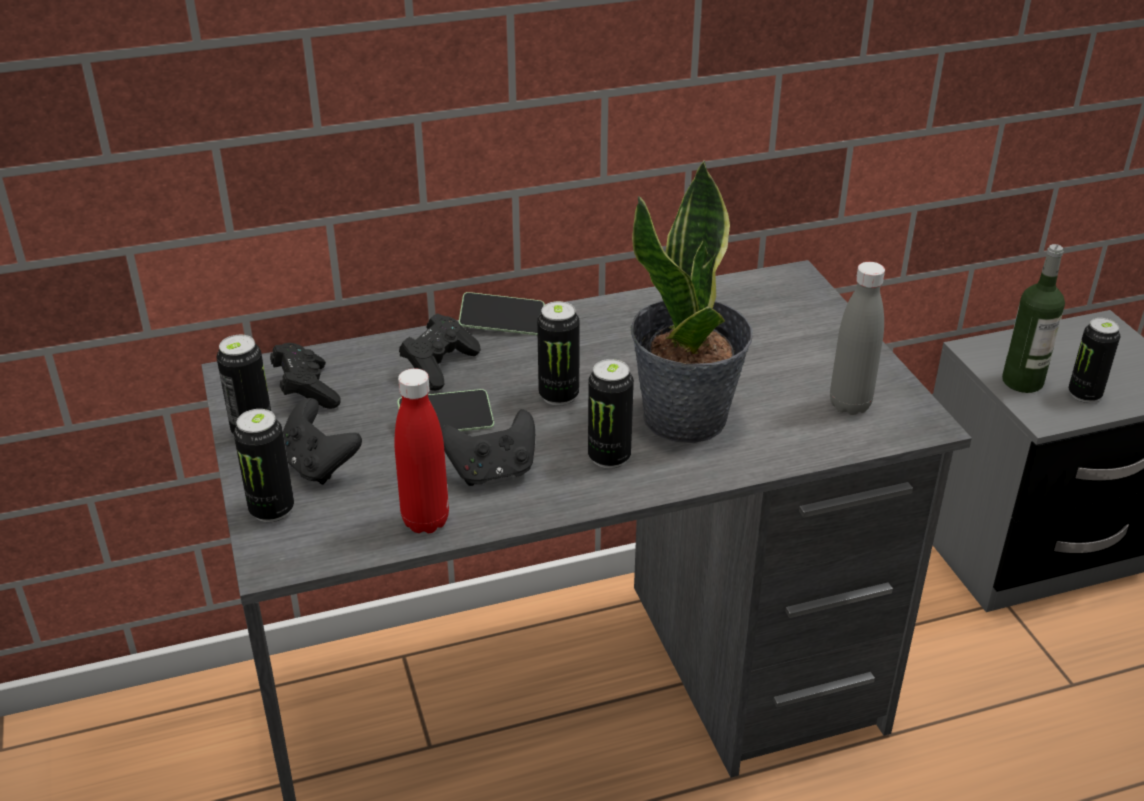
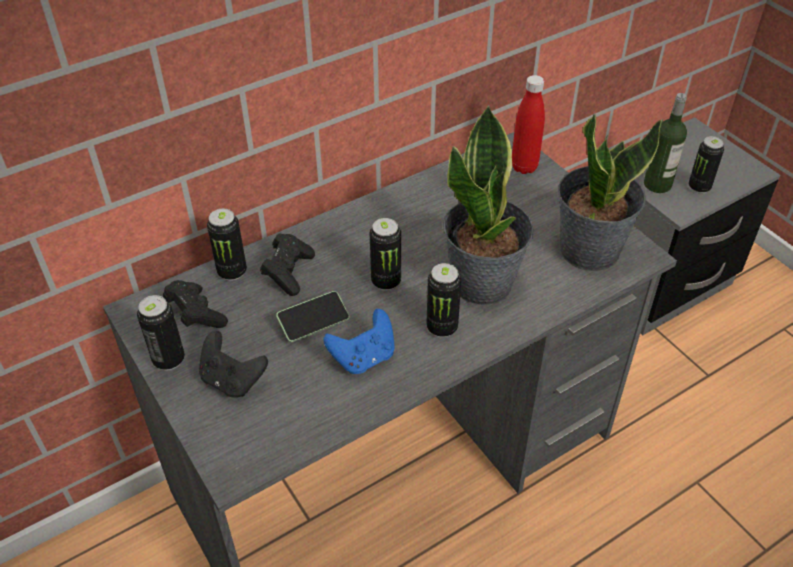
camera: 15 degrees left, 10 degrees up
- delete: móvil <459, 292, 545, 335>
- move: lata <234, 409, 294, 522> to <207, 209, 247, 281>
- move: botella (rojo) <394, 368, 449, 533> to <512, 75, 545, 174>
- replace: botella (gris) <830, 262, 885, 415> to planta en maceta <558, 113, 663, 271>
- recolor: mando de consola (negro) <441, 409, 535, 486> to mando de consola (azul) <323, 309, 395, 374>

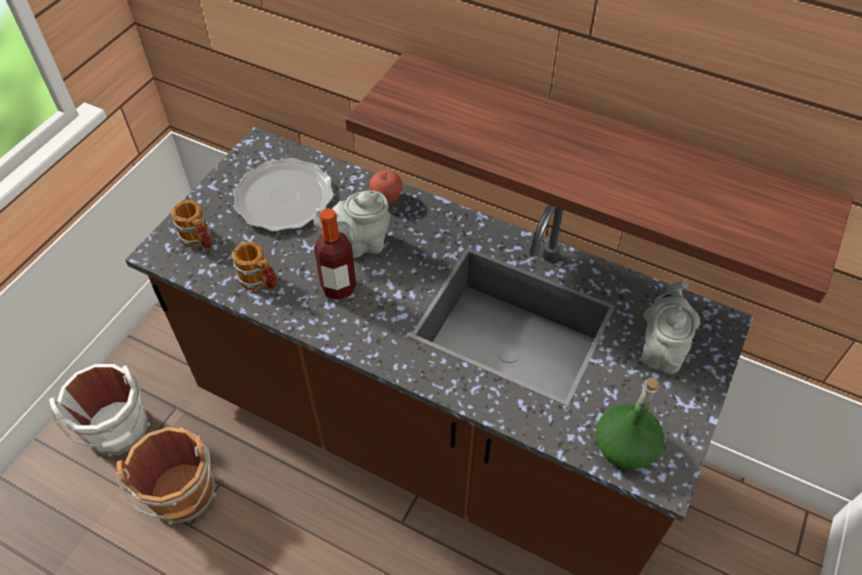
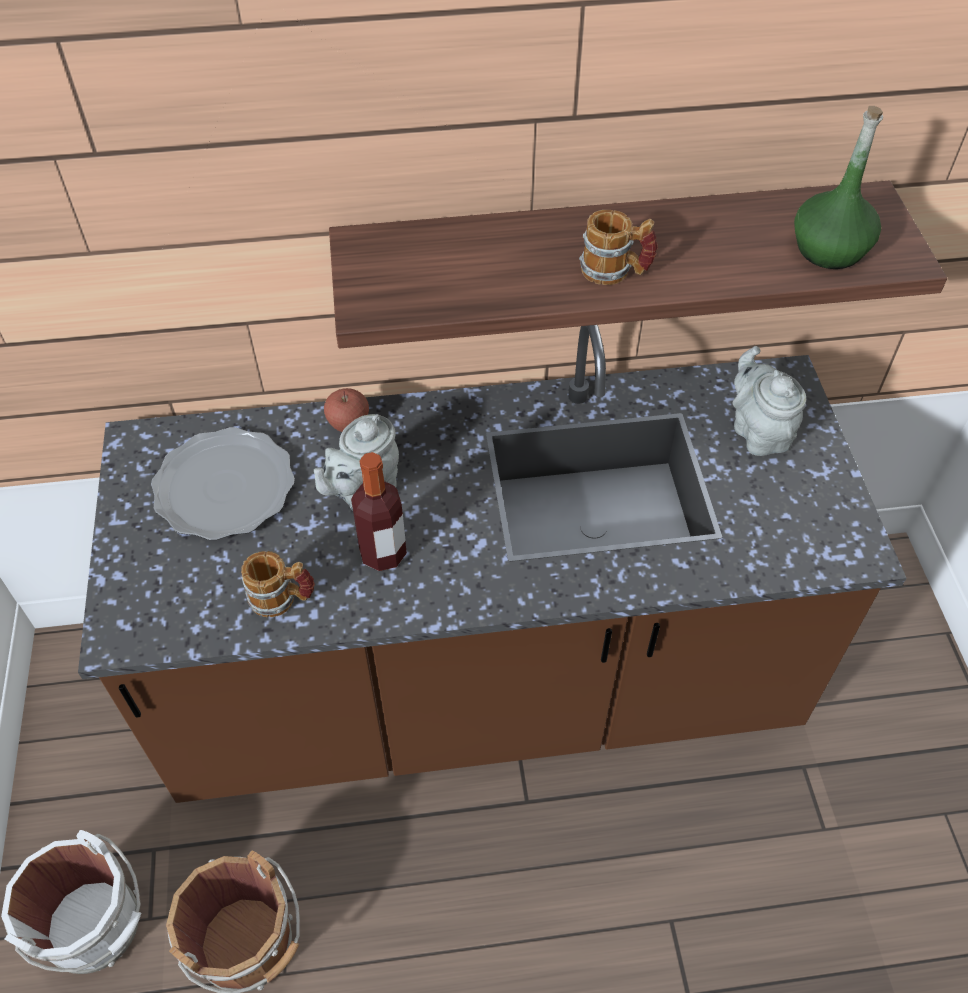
camera: 35 degrees left, 0 degrees up
- move: taza grande <171, 200, 211, 249> to <579, 210, 658, 285>
- move: botella (verde) <596, 377, 664, 469> to <794, 106, 883, 269>

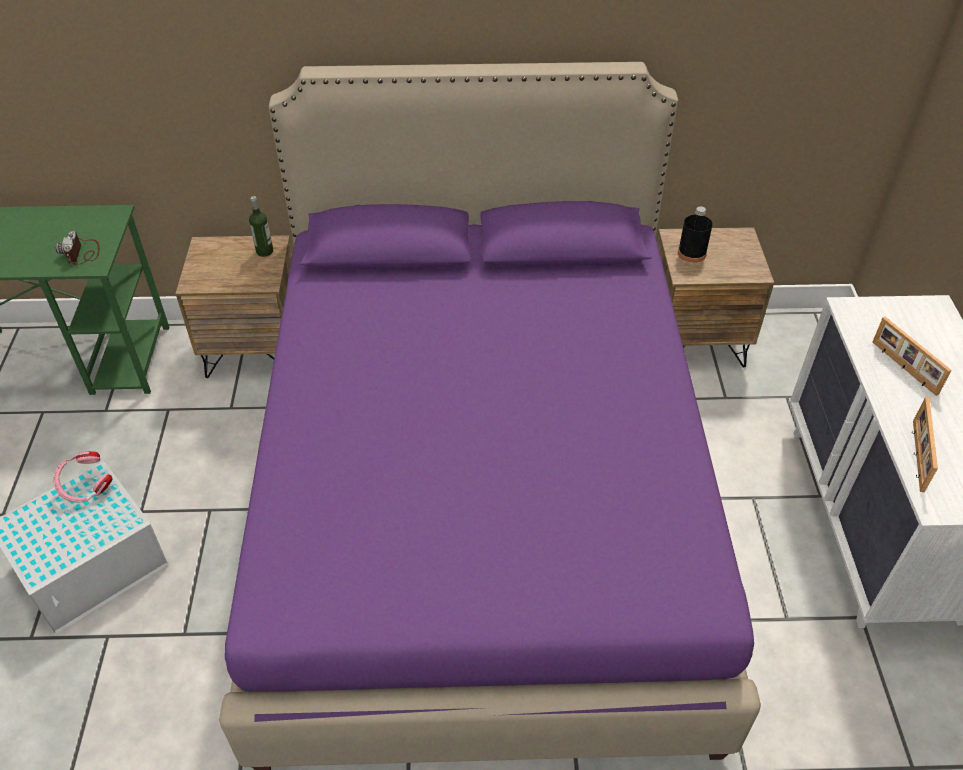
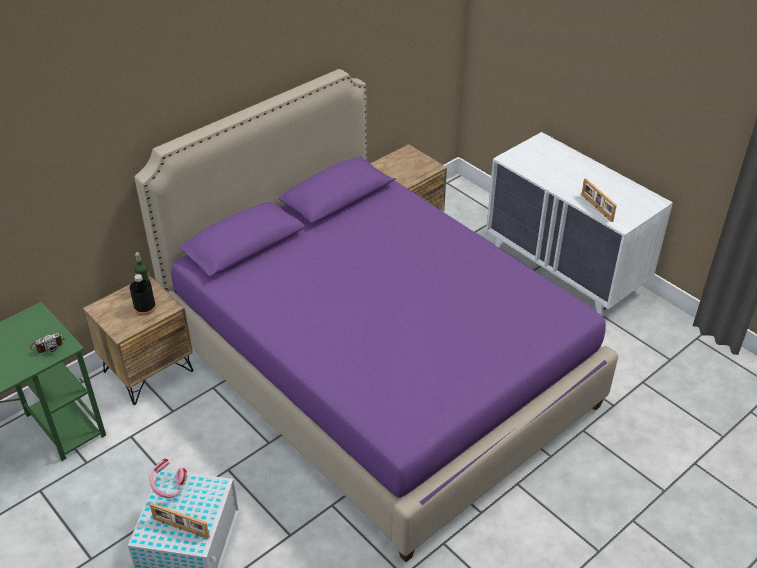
camera: 40 degrees left, 5 degrees down
- move: botella (negro) <678, 206, 713, 263> to <129, 274, 156, 316>
- move: portarretratos <872, 317, 952, 396> to <149, 503, 210, 539>
- rotate: cámara <55, 231, 100, 265> = <30, 333, 64, 353> 75 degrees counterclockwise

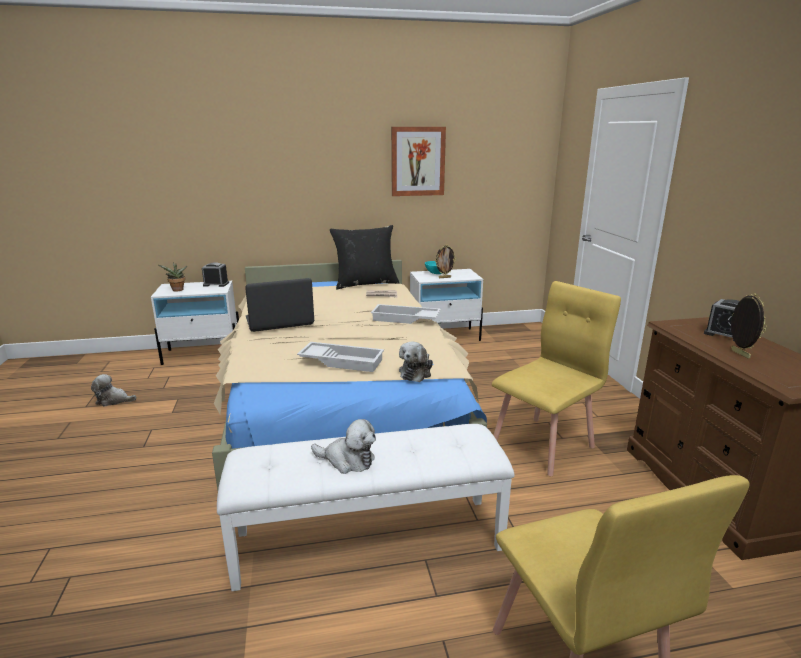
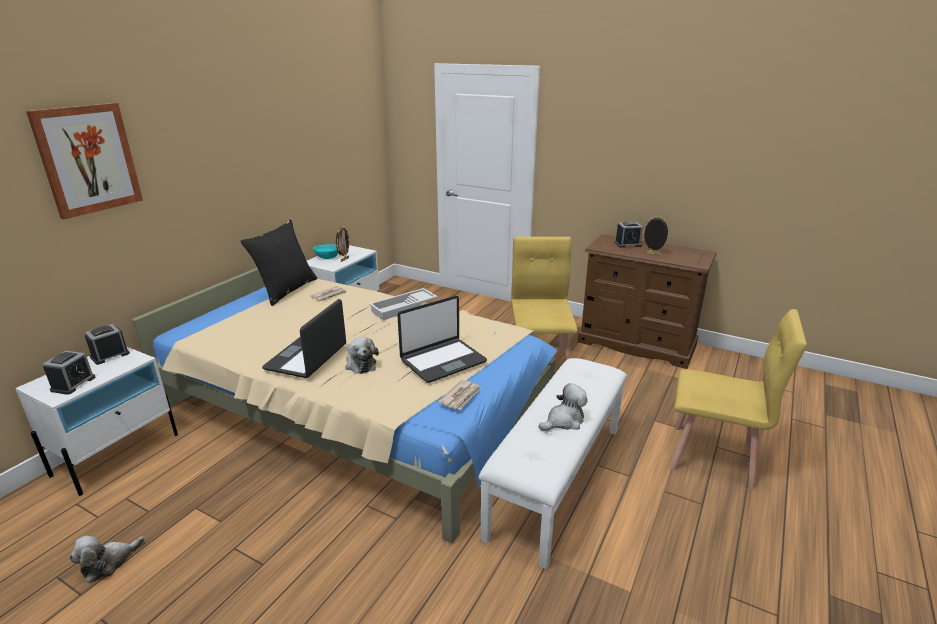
camera: 50 degrees left, 5 degrees up
- insert: periódico <438, 380, 481, 410>
- move: cuadro <391, 127, 446, 196> to <26, 103, 143, 219>
- move: peluche <399, 341, 433, 382> to <345, 337, 379, 374>
- replace: planta en maceta <159, 262, 187, 292> to despertador <42, 351, 95, 395>
- replace: bandeja (blanco) <297, 342, 384, 372> to portátil <397, 296, 487, 383>

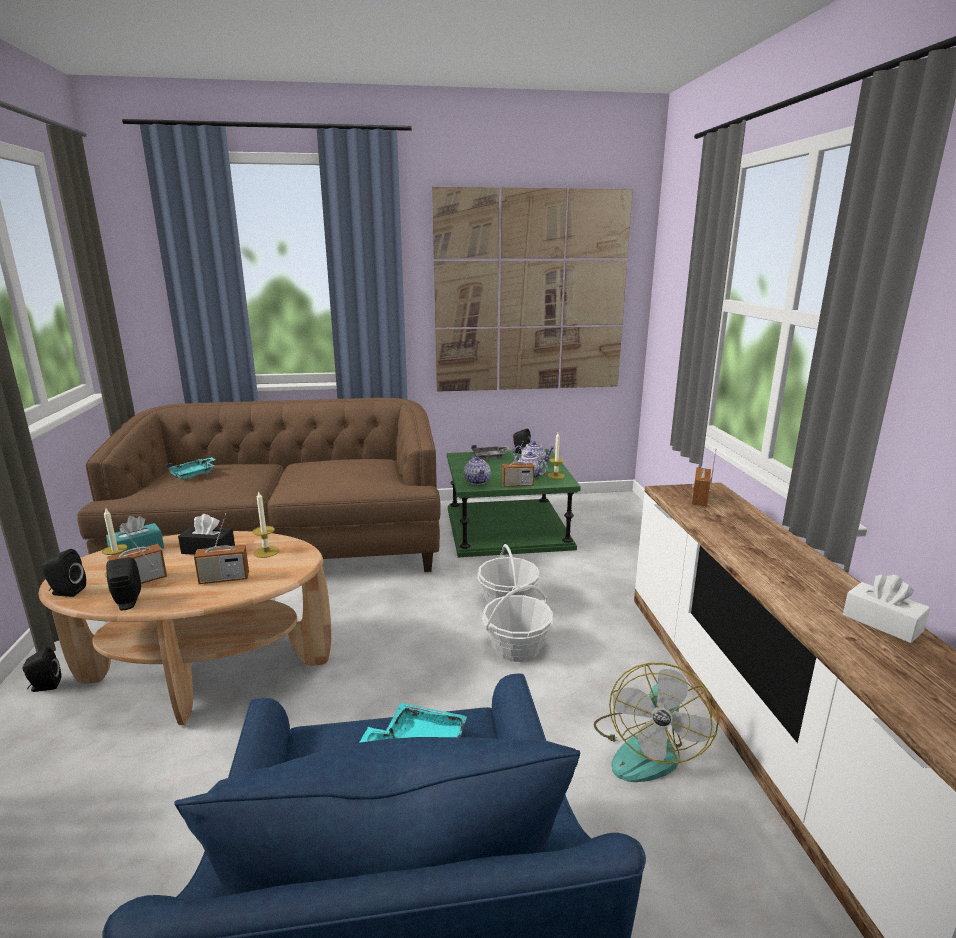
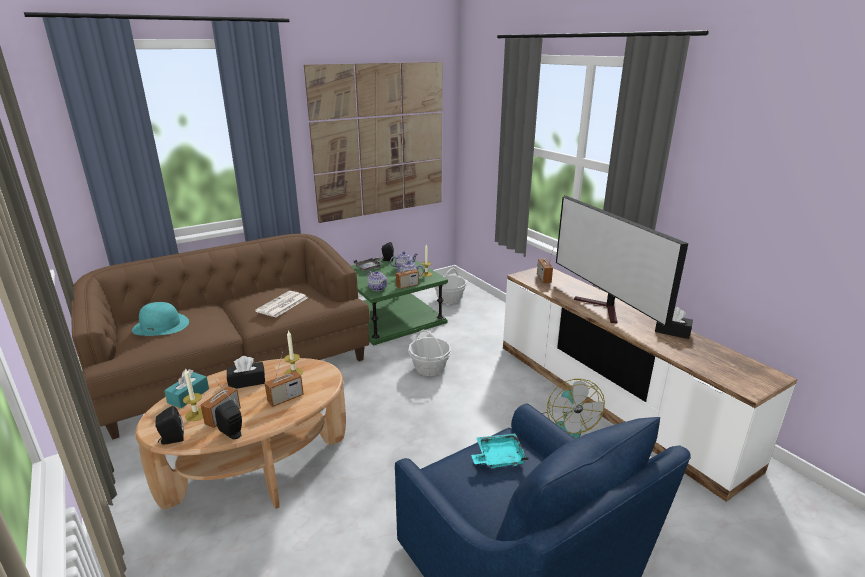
camera: 25 degrees left, 5 degrees up
- delete: altavoz (negro) <23, 647, 61, 692>
- insert: periódico <255, 291, 307, 318>
- insert: televisor <556, 195, 688, 328>
- move: cesta <482, 585, 553, 662> to <434, 268, 467, 304>
- replace: bandeja (turquesa) <166, 457, 216, 479> to sombrero (turquesa) <132, 302, 189, 336>
- recolor: caja de pañuelos (blanco) <843, 575, 930, 643> to caja de pañuelos (negro) <655, 307, 693, 339>

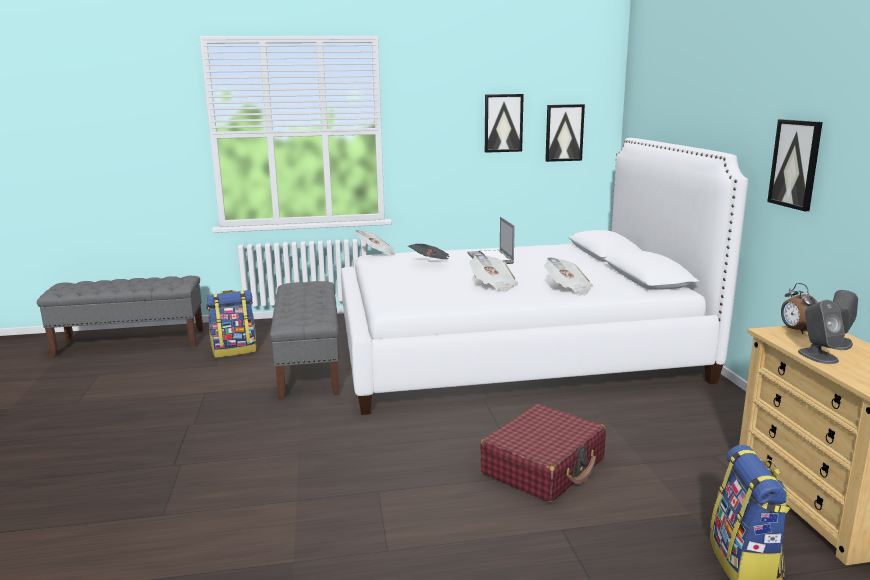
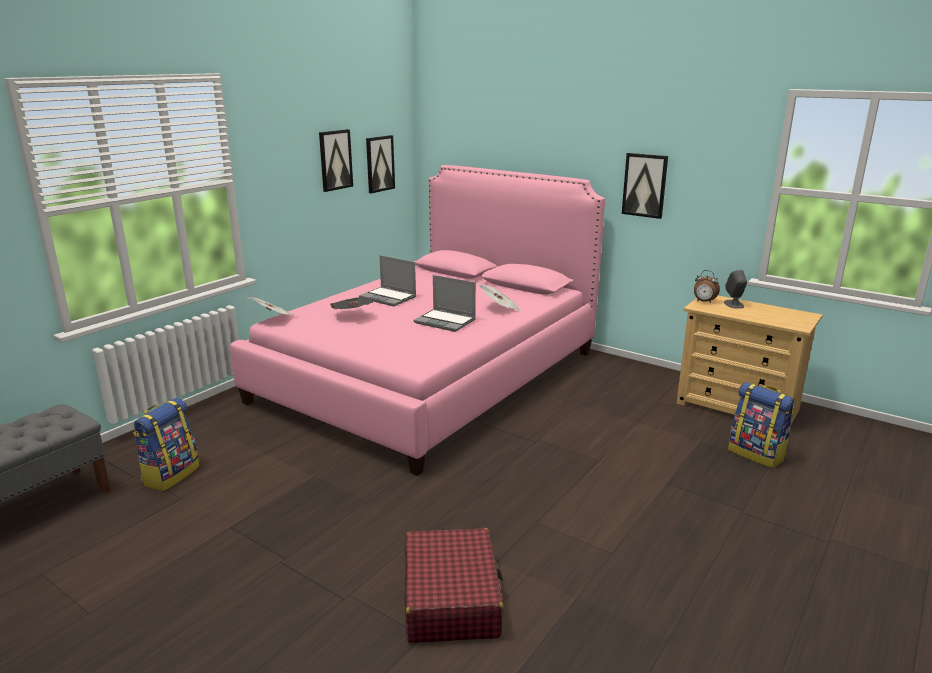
camera: 45 degrees left, 5 degrees up
- delete: banco (gris) <270, 281, 339, 400>
- delete: altavoz (gris) <798, 300, 845, 364>
- move: maleta (rojo) <480, 404, 606, 503> to <404, 528, 504, 643>
- replace: periódico <469, 254, 518, 292> to portátil <413, 275, 476, 332>
- recolor: cama (blanco) <341, 138, 748, 415> to cama (rosa) <230, 165, 605, 476>

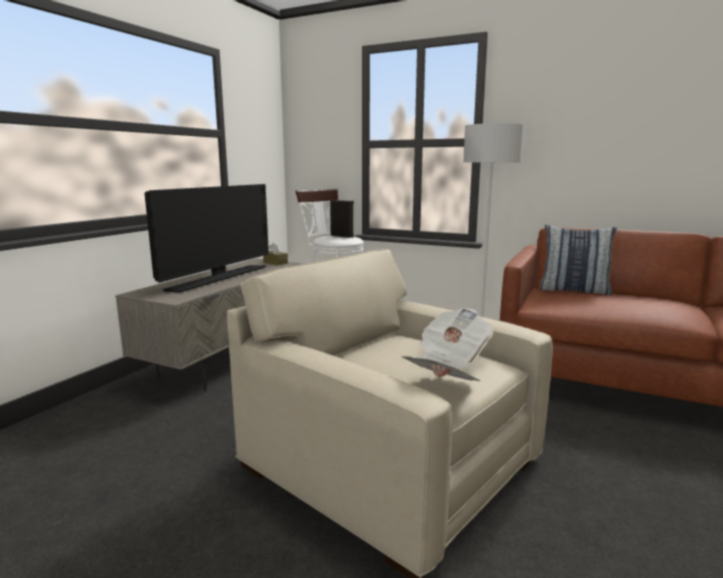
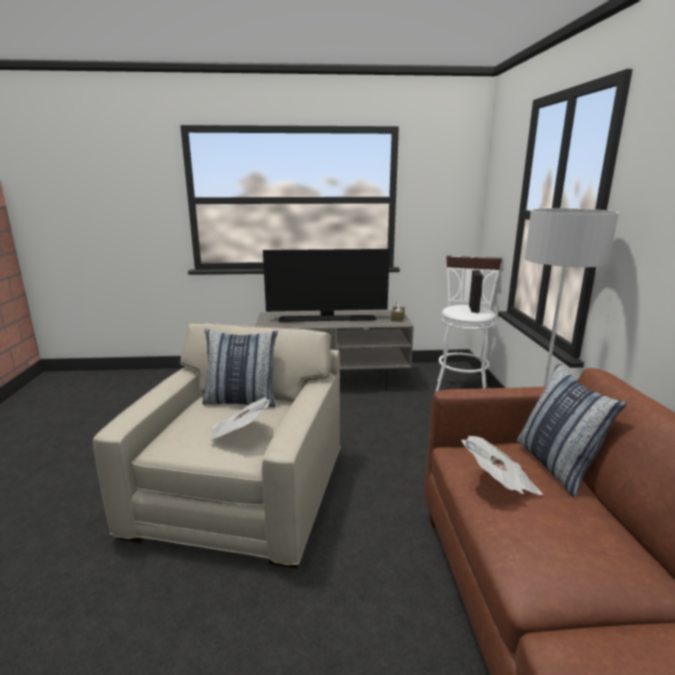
camera: 60 degrees right, 5 degrees up
- insert: cojín <202, 329, 278, 407>
- move: periódico <400, 356, 480, 381> to <461, 436, 543, 495>

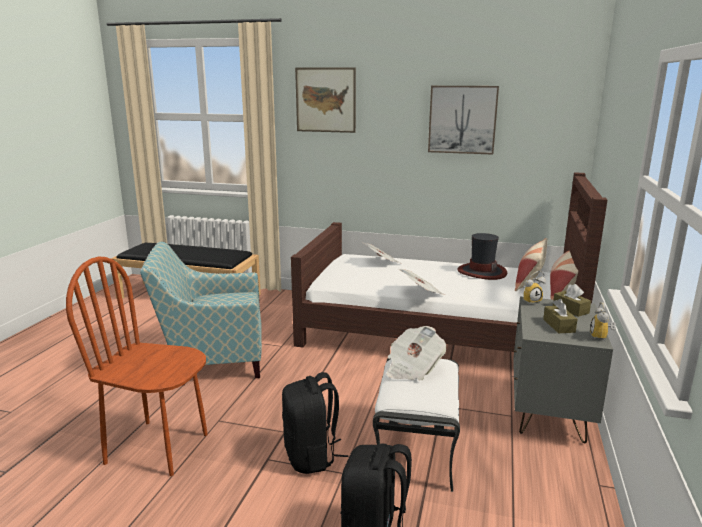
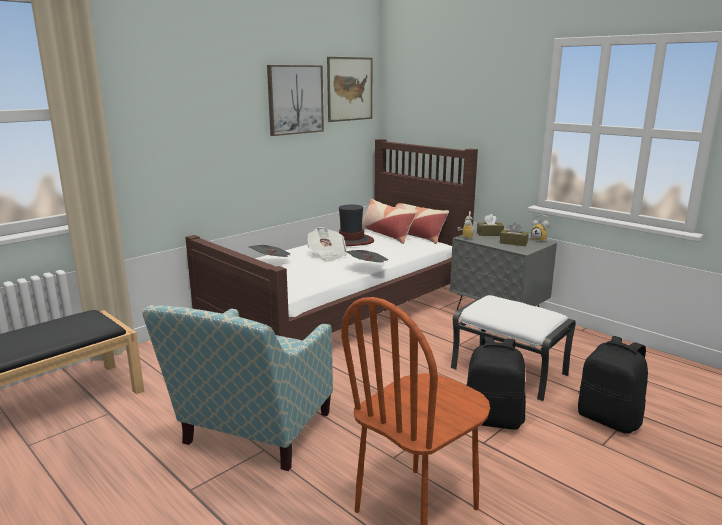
camera: 60 degrees left, 0 degrees up
- move: cuadro <295, 68, 356, 133> to <327, 57, 372, 122>
- move: periódico <387, 326, 446, 381> to <307, 227, 347, 262>

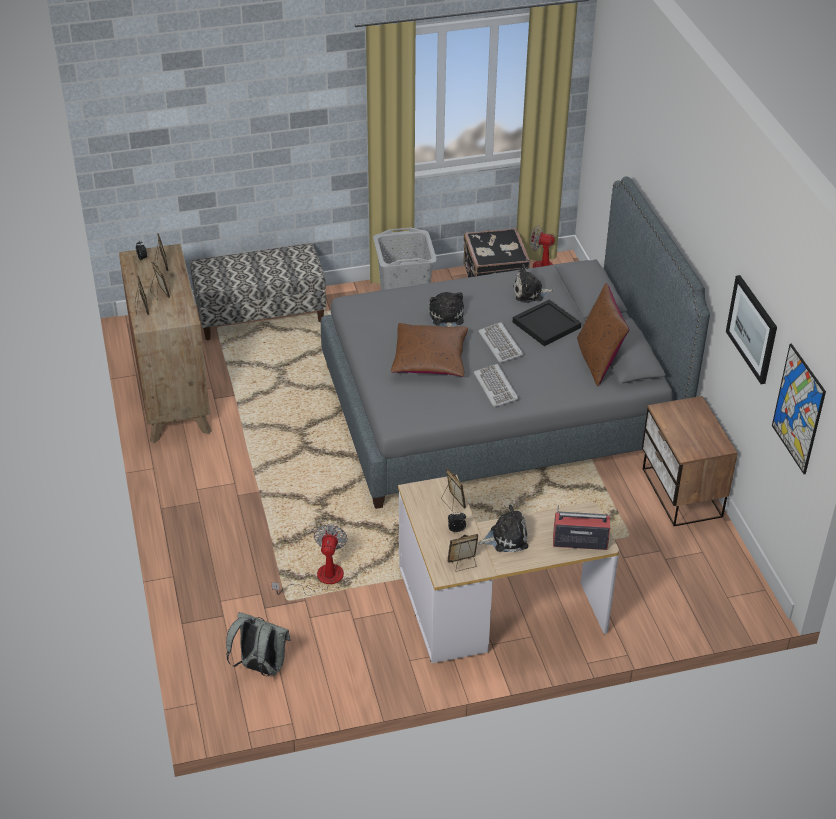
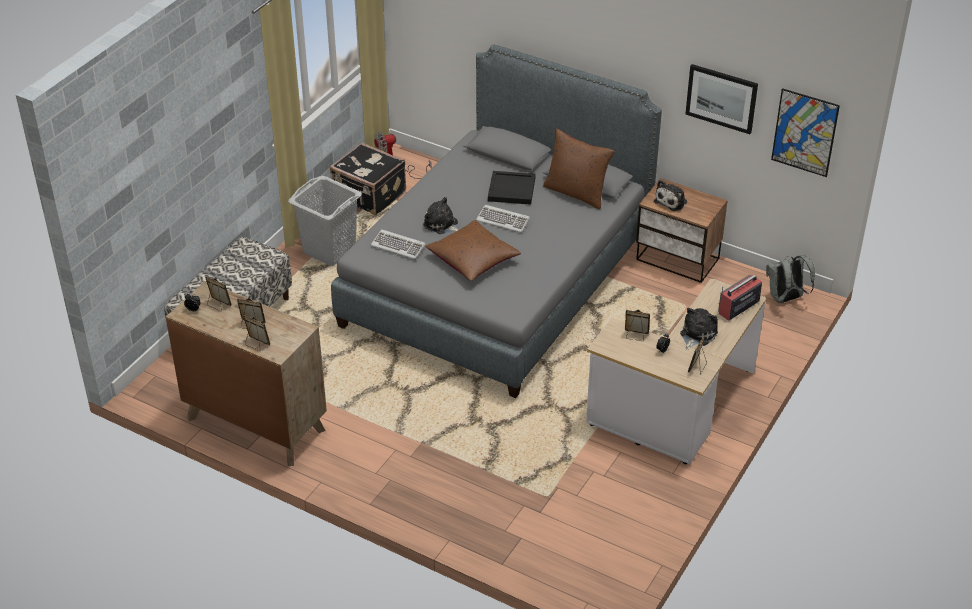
camera: 45 degrees left, 0 degrees up
- delete: ventilador <272, 524, 348, 596>
- move: mochila (gris) <226, 612, 291, 676> to <766, 254, 815, 303>
- move: teclado <473, 364, 519, 407> to <371, 230, 426, 259>
- move: peluche <513, 264, 554, 303> to <654, 180, 687, 211>

